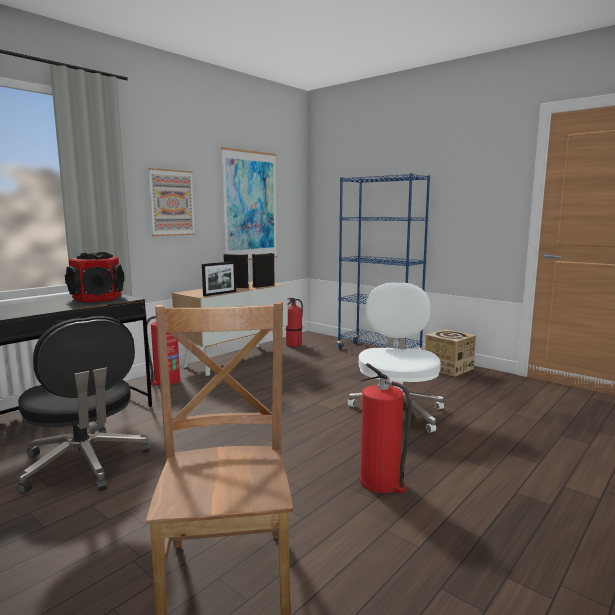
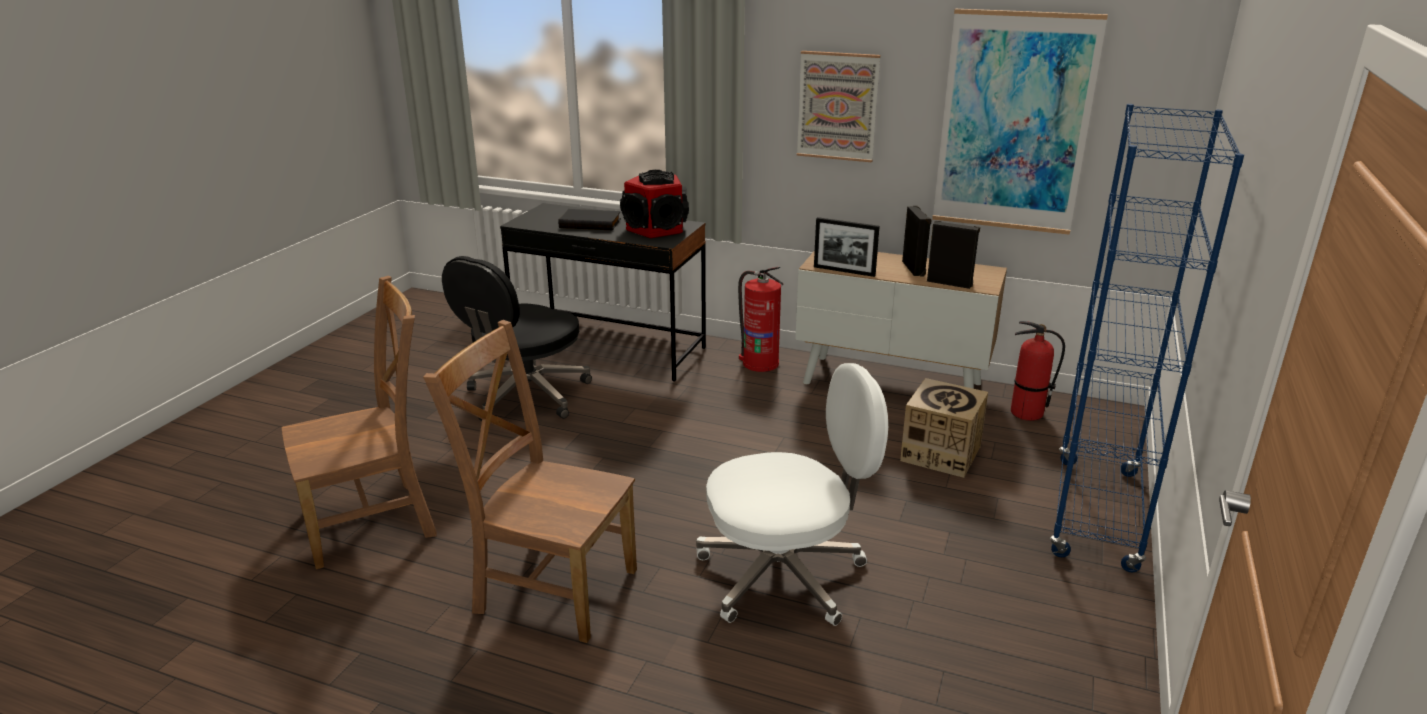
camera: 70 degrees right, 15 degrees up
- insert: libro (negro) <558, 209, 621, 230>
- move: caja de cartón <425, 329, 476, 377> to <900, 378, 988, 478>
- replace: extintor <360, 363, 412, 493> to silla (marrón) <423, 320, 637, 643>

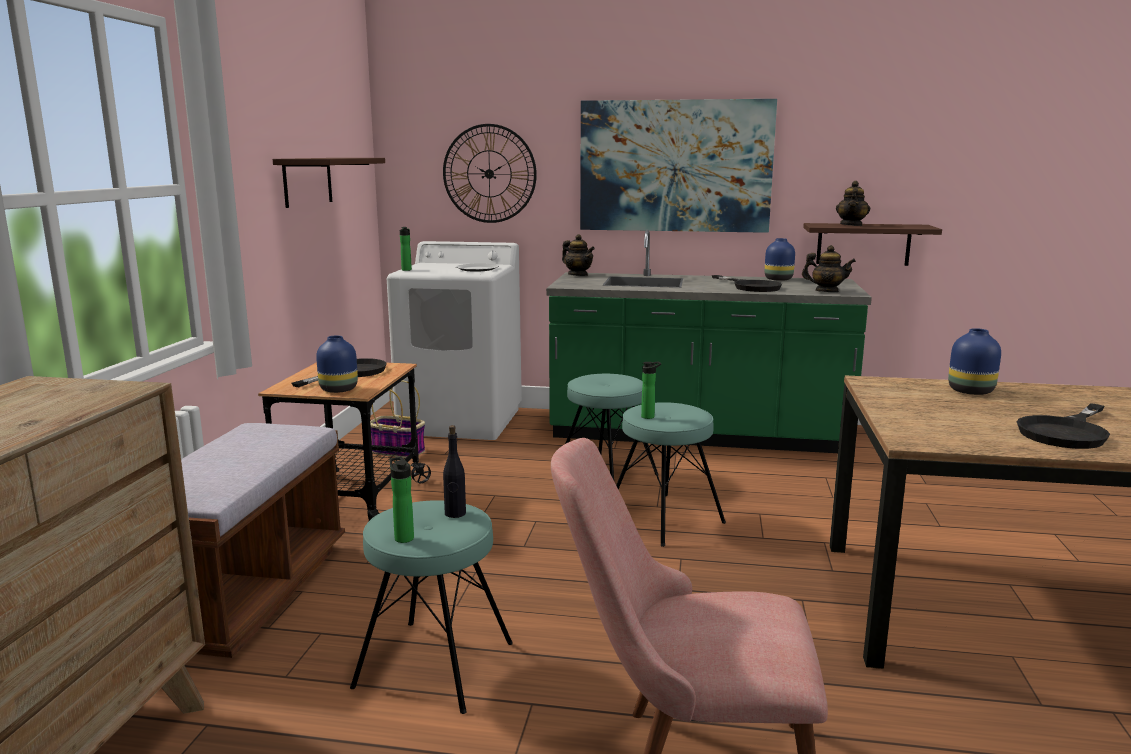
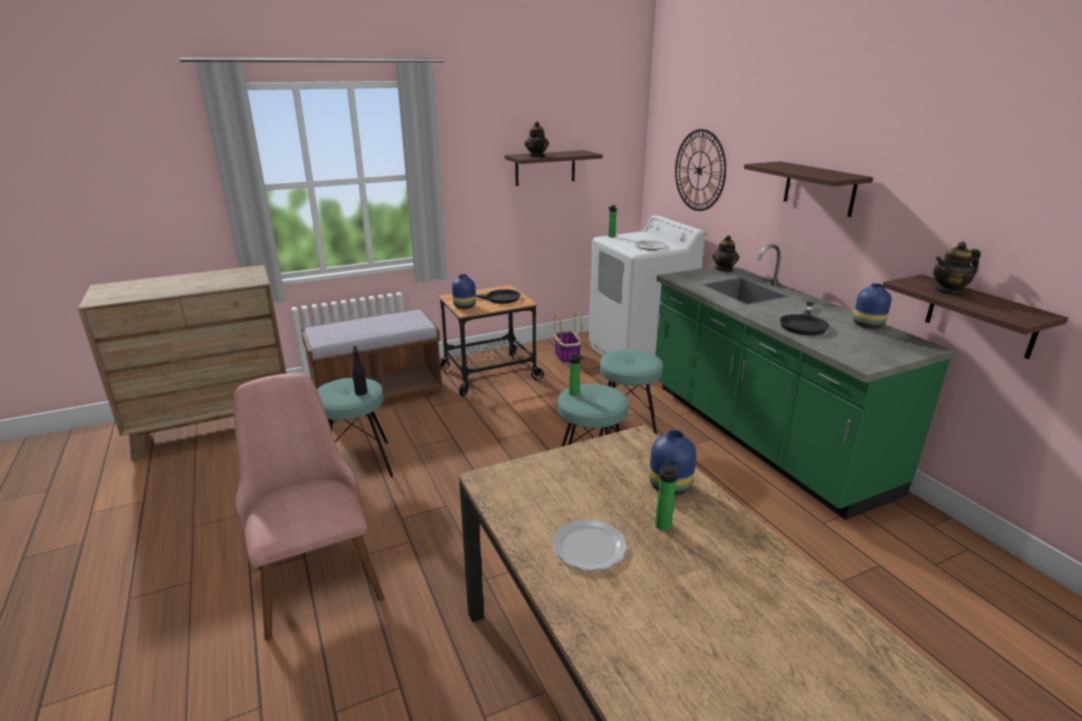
camera: 55 degrees right, 10 degrees up
- move: botella <389, 457, 414, 543> to <655, 460, 679, 531>
- move: tetera <802, 245, 856, 292> to <525, 121, 549, 157>
- replace: cuadro <580, 99, 777, 233> to estante <744, 161, 873, 217>
- replace: sartén (negro) <1016, 403, 1110, 449> to plato <552, 519, 627, 571>

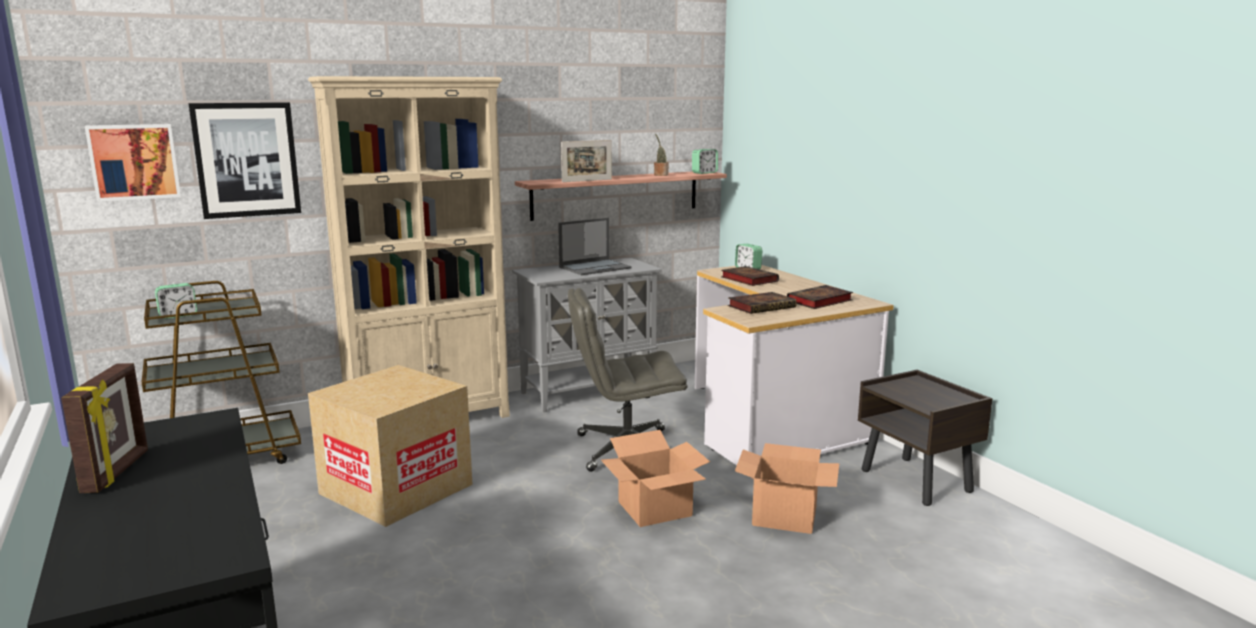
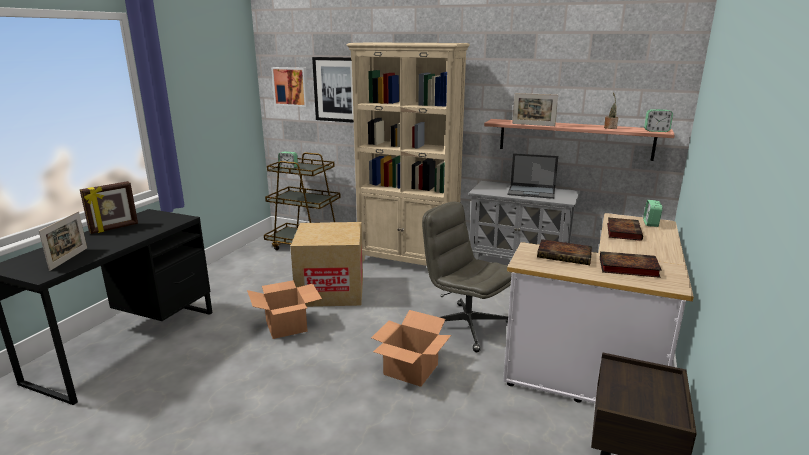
camera: 50 degrees right, 5 degrees up
- insert: portarretratos <39, 211, 87, 271>
- move: caja de cartón <735, 443, 839, 534> to <247, 280, 322, 339>

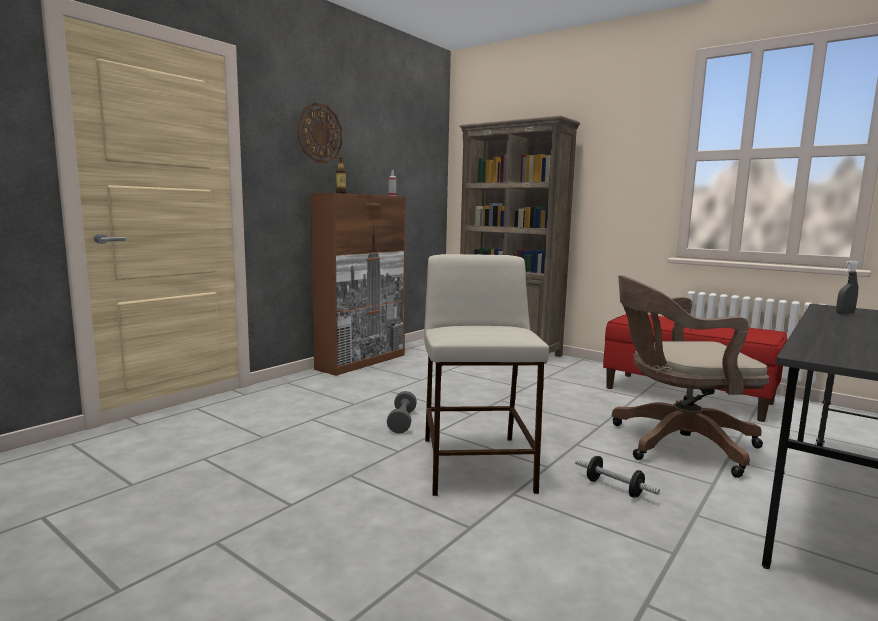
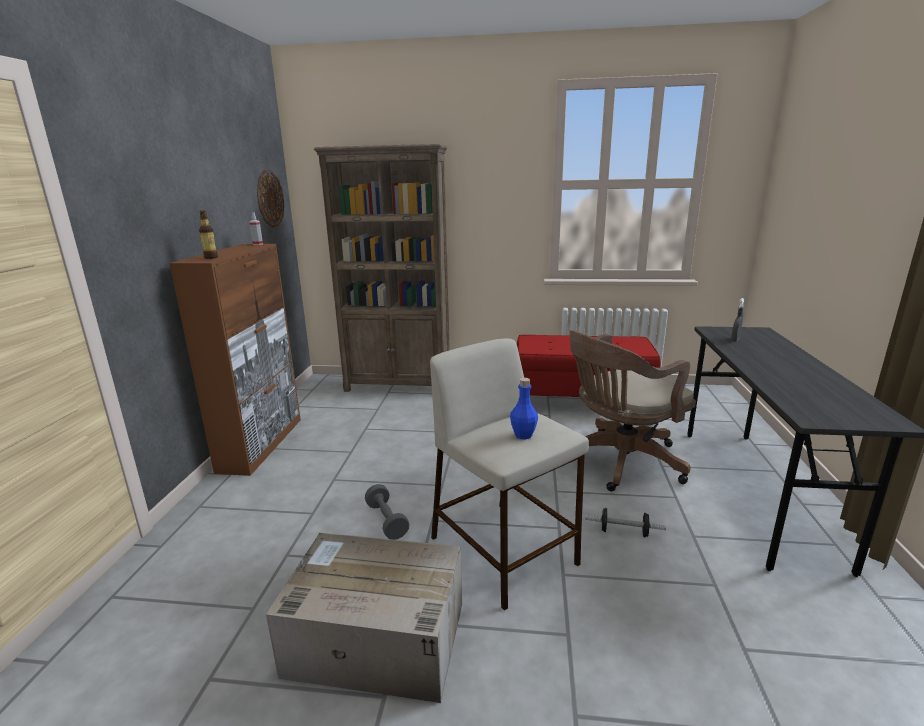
camera: 30 degrees left, 10 degrees up
- insert: caja de cartón <266, 532, 462, 703>
- insert: botella (azul) <510, 378, 538, 439>
- move: reloj de pared <297, 102, 342, 163> to <257, 170, 284, 228>

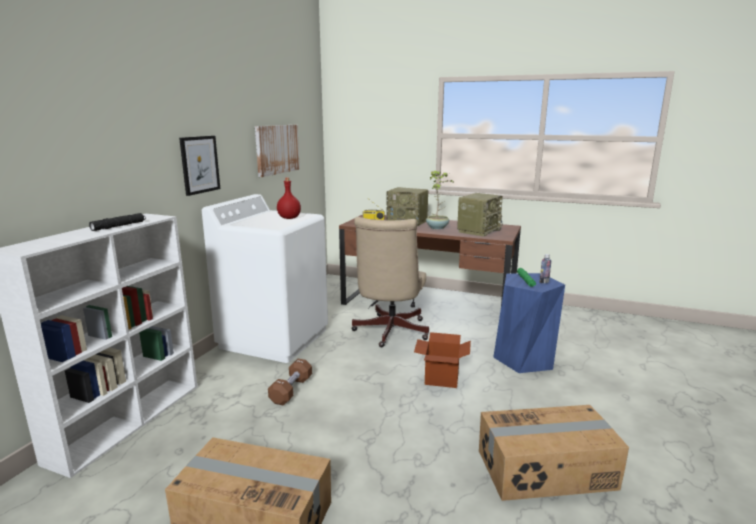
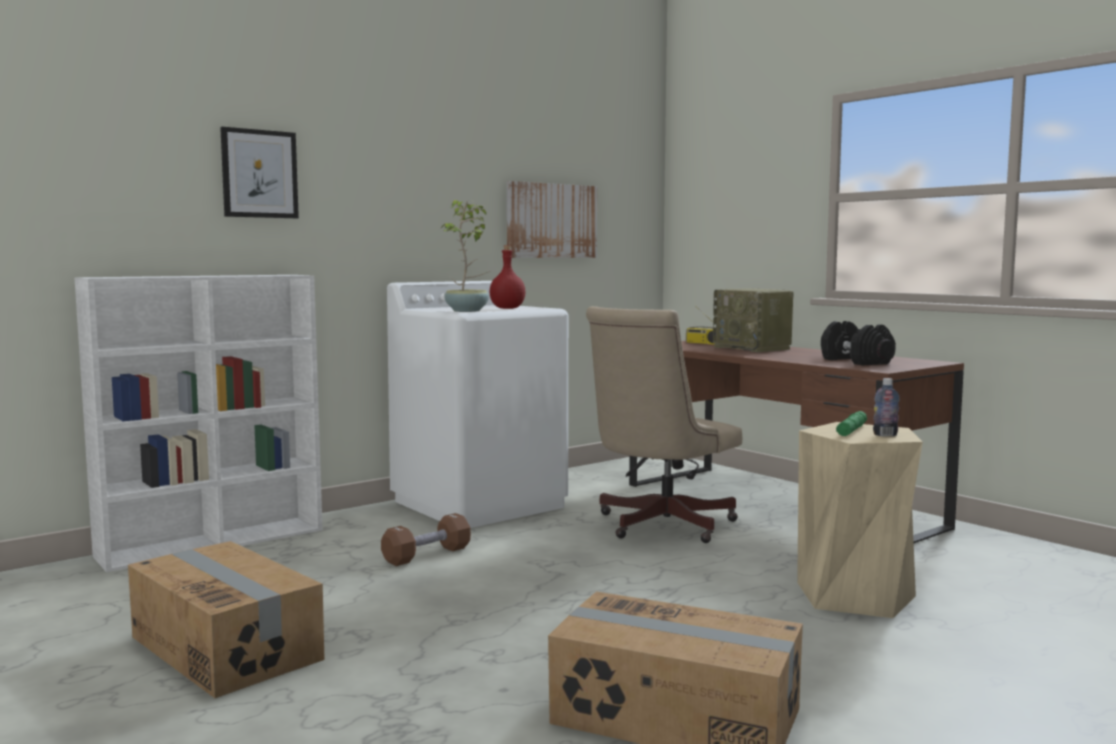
camera: 30 degrees right, 10 degrees down
- delete: linterna (negro) <89, 213, 146, 231>
- delete: caja de cartón <414, 332, 471, 388>
- move: cuadro <179, 136, 220, 196> to <220, 127, 299, 218>
- move: planta en maceta <426, 170, 455, 229> to <439, 200, 490, 312>
- replace: radio <457, 193, 503, 236> to mancuerna (negro) <821, 321, 896, 365>
- recolor: taburete (azul) <493, 273, 565, 373> to taburete (beis) <797, 422, 923, 618>

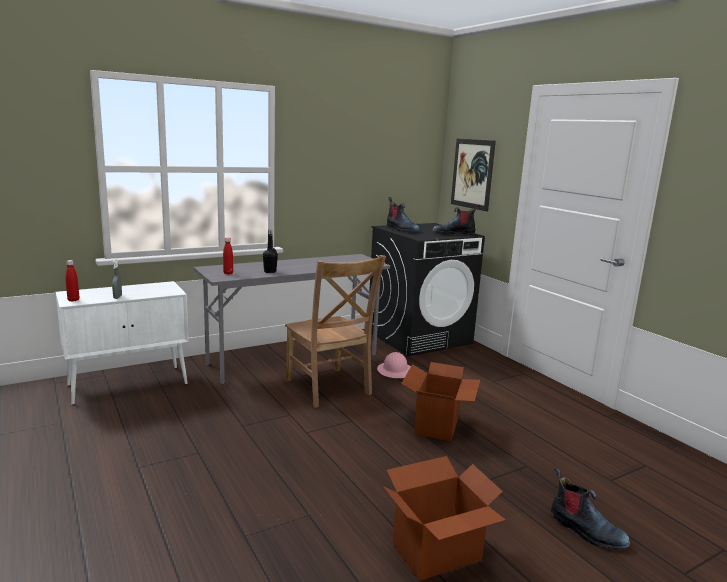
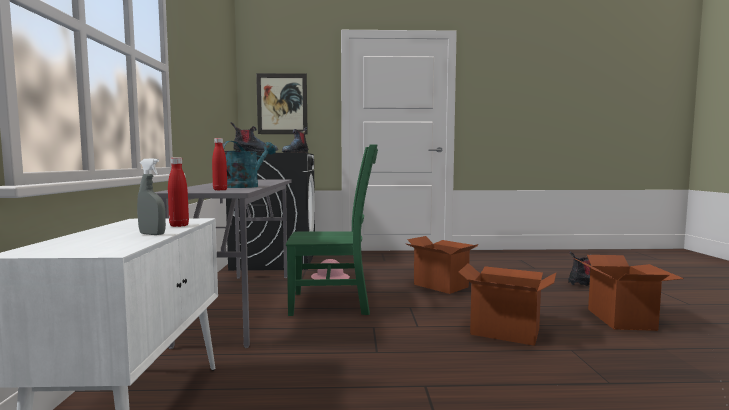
camera: 60 degrees left, 10 degrees down
- insert: caja de cartón <459, 263, 556, 346>
- move: botella (rojo) <66, 260, 79, 302> to <168, 157, 189, 227>
- replace: botella (negro) <263, 230, 278, 273> to regadera (turquesa) <222, 141, 276, 188>
- recolor: silla (marrón) <285, 255, 386, 408> to silla (verde) <286, 144, 378, 316>

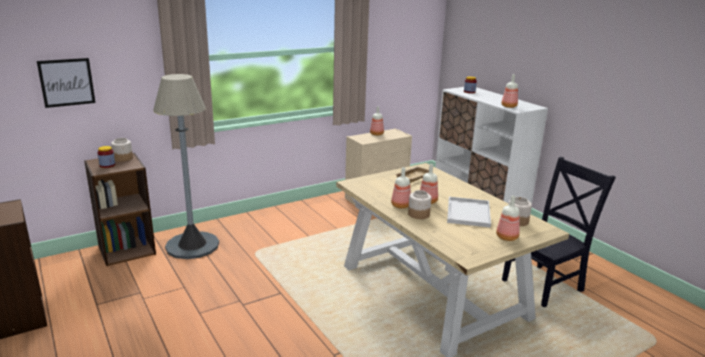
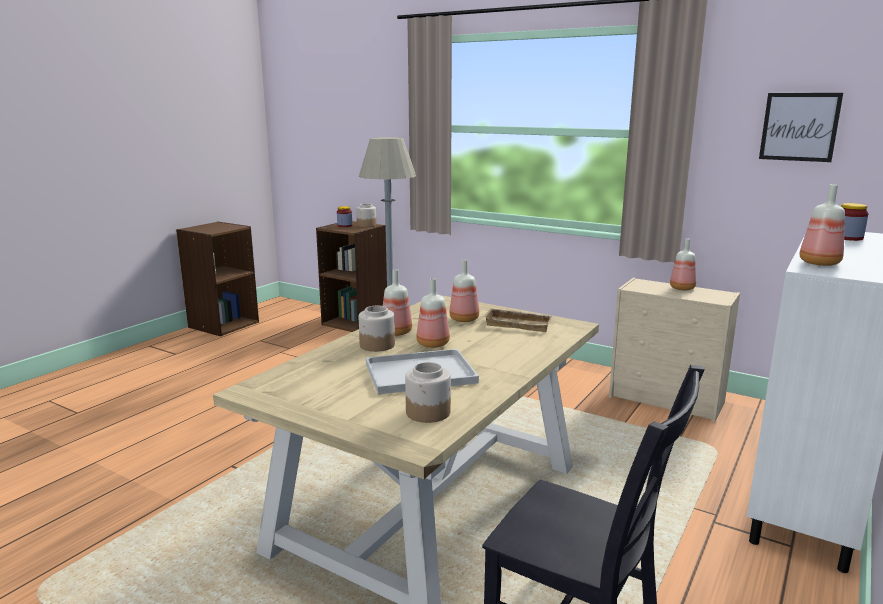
camera: 65 degrees right, 5 degrees down
- move: cuadro <37, 58, 96, 108> to <759, 93, 843, 162>
- move: botella <496, 195, 520, 241> to <449, 259, 479, 322>

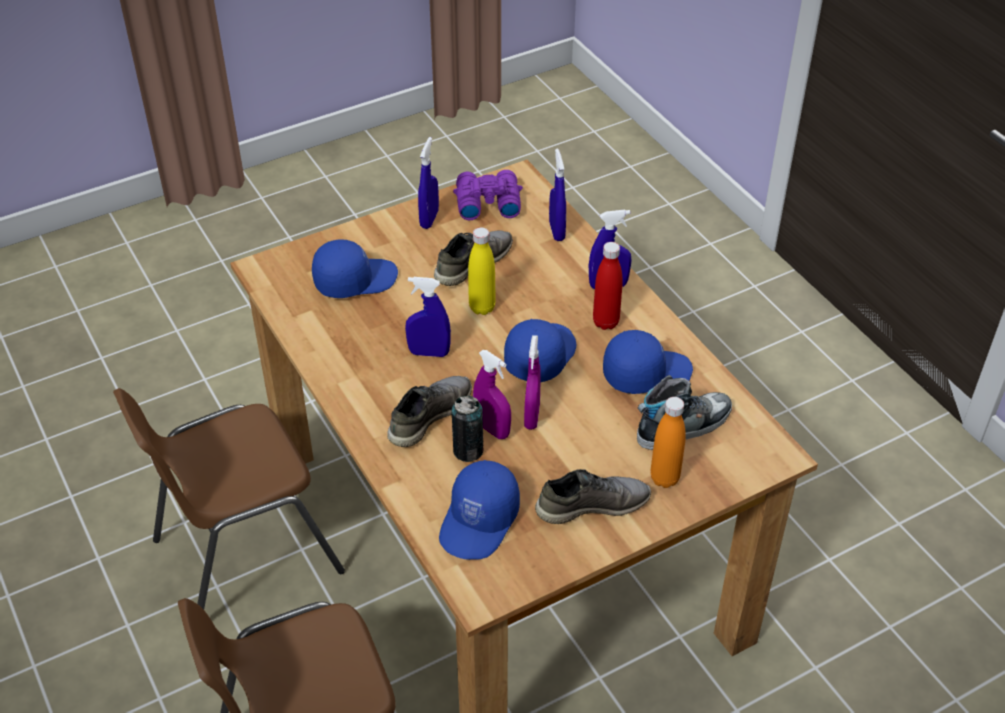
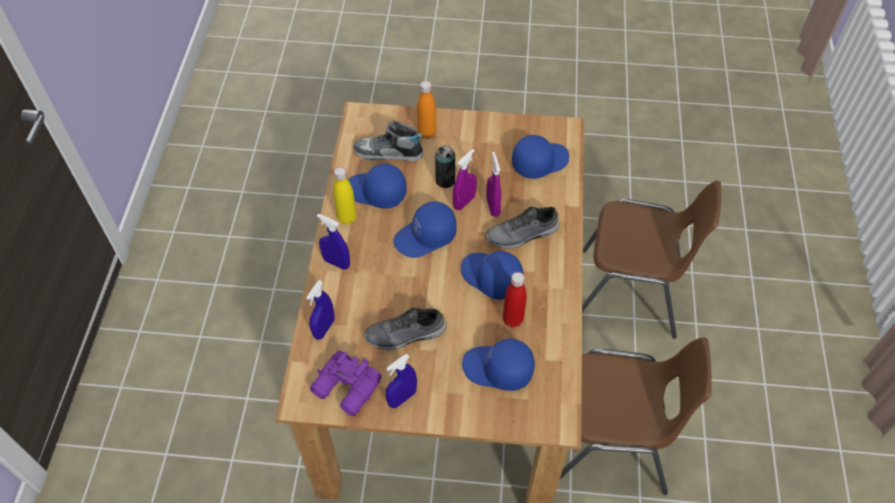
camera: 145 degrees left, 10 degrees up
- delete: zapato (gris) <535, 469, 651, 524>
- move: lata <452, 395, 483, 462> to <435, 145, 455, 188>
- move: botella (amarillo) <468, 227, 496, 315> to <333, 167, 357, 224>
- move: botella (rojo) <593, 242, 623, 330> to <503, 272, 527, 328>
- replace: pulverizador (azul) <405, 277, 451, 357> to gorra (azul) <461, 251, 524, 300>

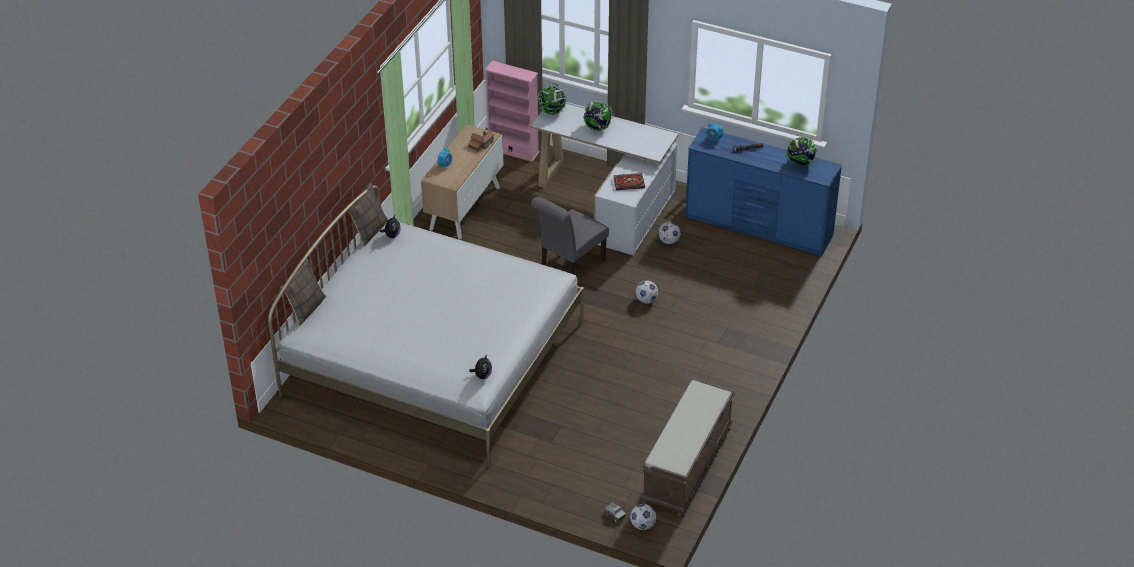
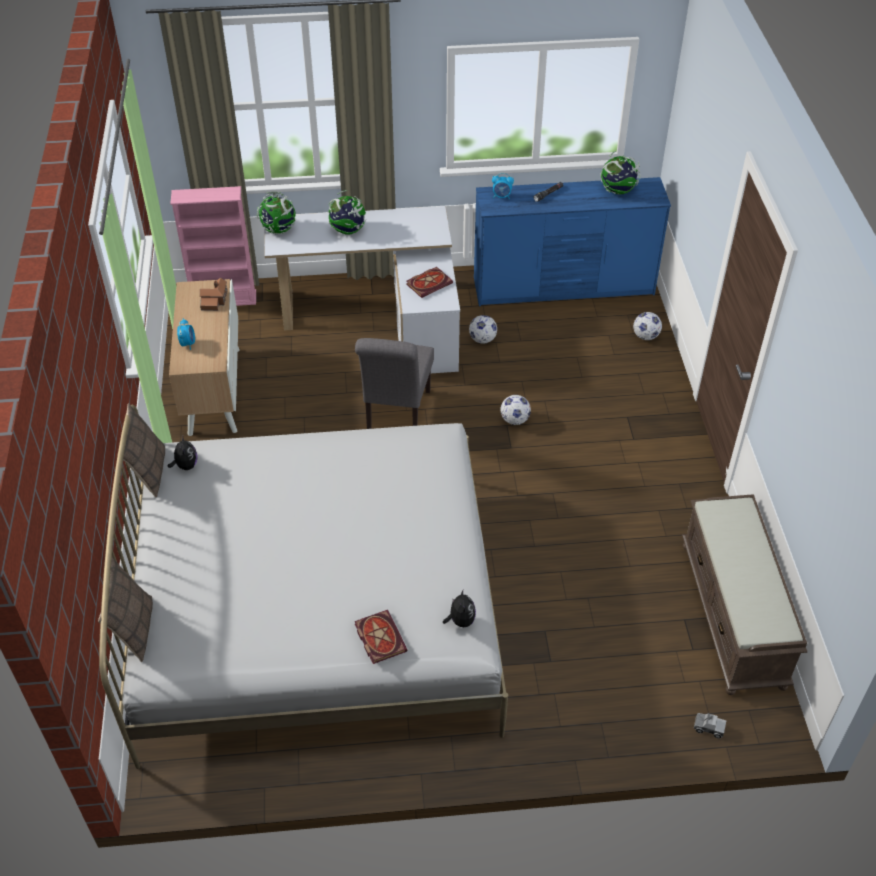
camera: 30 degrees left, 5 degrees up
- insert: libro <354, 610, 407, 664>
- move: balón de fútbol <630, 504, 656, 530> to <633, 312, 662, 340>

